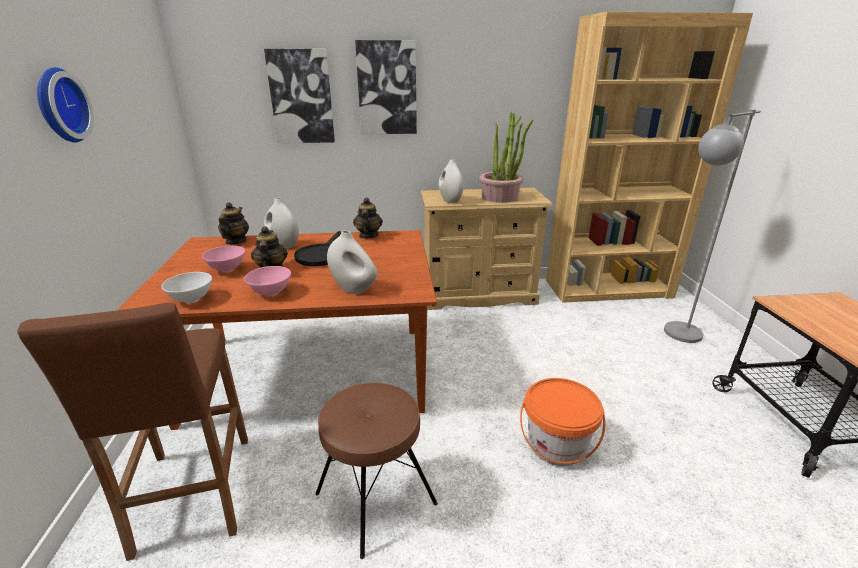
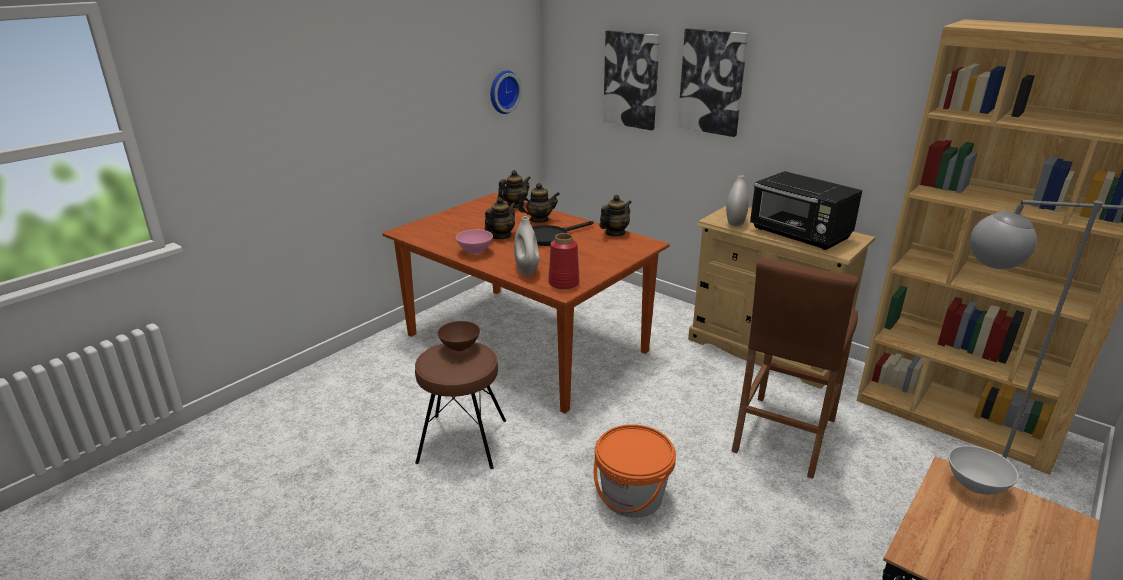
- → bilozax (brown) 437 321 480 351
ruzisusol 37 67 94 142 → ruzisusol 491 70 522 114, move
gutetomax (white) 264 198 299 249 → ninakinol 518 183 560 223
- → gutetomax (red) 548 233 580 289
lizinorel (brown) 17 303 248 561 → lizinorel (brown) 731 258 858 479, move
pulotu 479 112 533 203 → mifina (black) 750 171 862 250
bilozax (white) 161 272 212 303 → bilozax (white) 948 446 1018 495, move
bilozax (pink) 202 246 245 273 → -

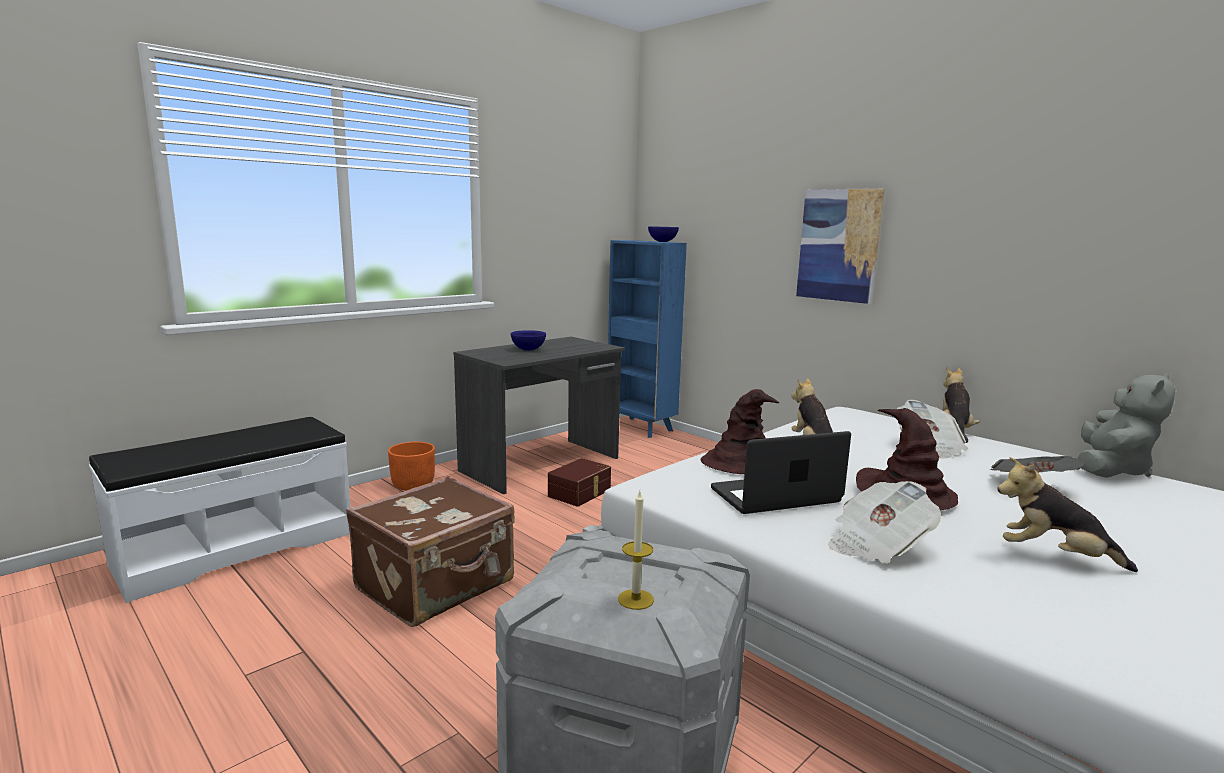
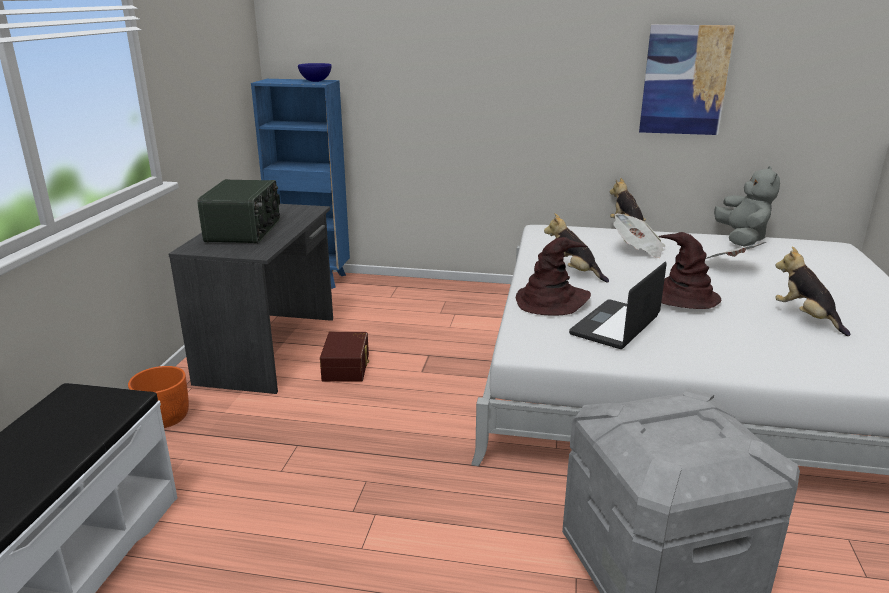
bilozax (blue) 511 330 546 351 → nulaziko 197 179 280 243
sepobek 796 189 885 304 → sepobek 639 25 735 135, move
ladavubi 997 457 1138 572 → ladavubi 775 246 850 336, 75 degrees clockwise
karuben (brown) 346 476 515 627 → -
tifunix 618 491 654 610 → -
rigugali 828 481 941 563 → -

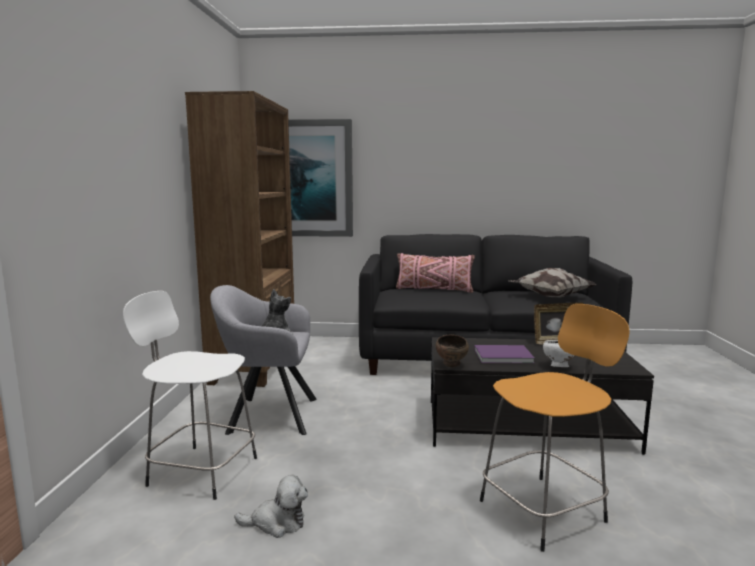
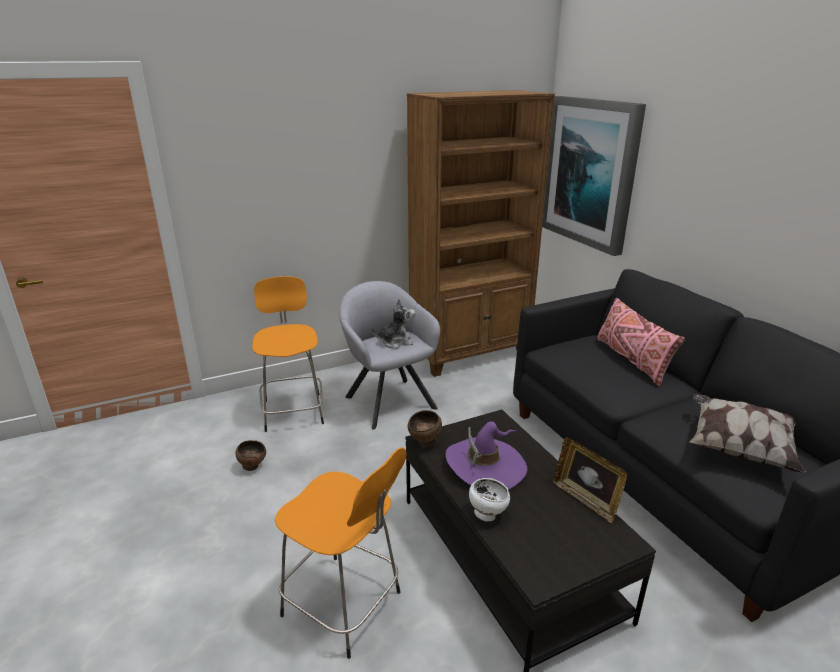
ladavubi 234 475 308 538 → bilozax (brown) 235 440 266 471
lizinorel (white) 123 291 257 500 → lizinorel (orange) 252 276 324 432
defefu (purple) 474 345 534 363 → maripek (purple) 446 421 527 490

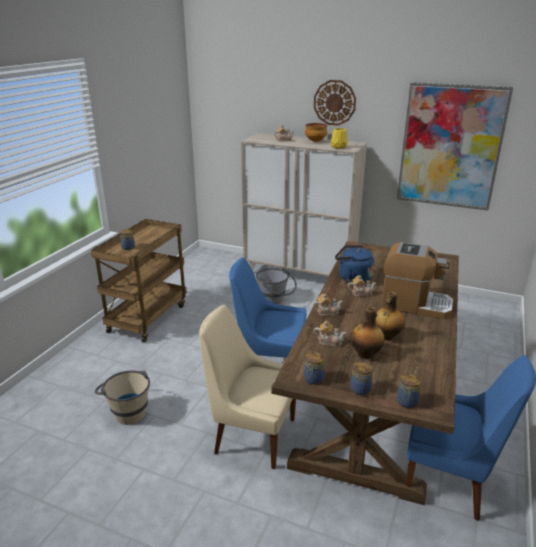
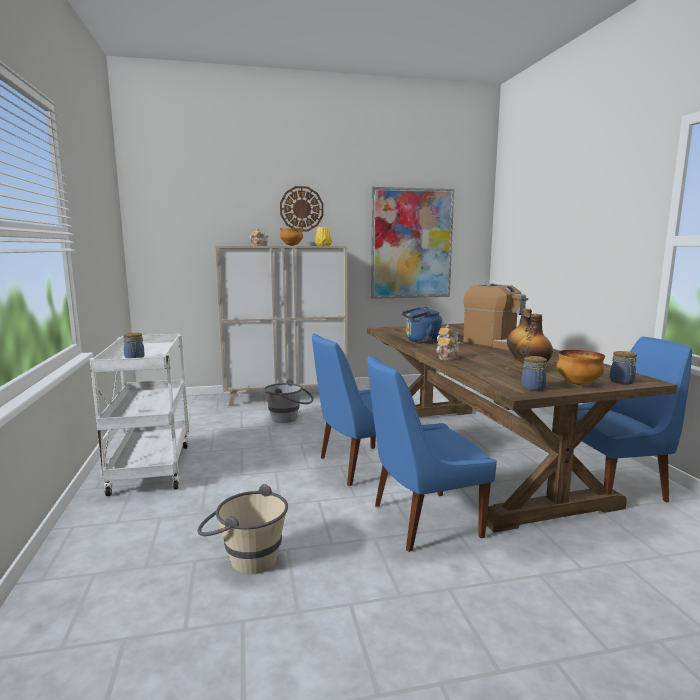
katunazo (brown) 91 219 187 342 → katunazo (white) 90 334 189 496
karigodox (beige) 199 305 296 469 → karigodox (blue) 367 355 497 552
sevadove 382 242 454 319 → sevadove 463 284 528 350, 60 degrees clockwise
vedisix 351 361 373 395 → bilozax 557 350 605 385
ninakinol 314 321 346 347 → -

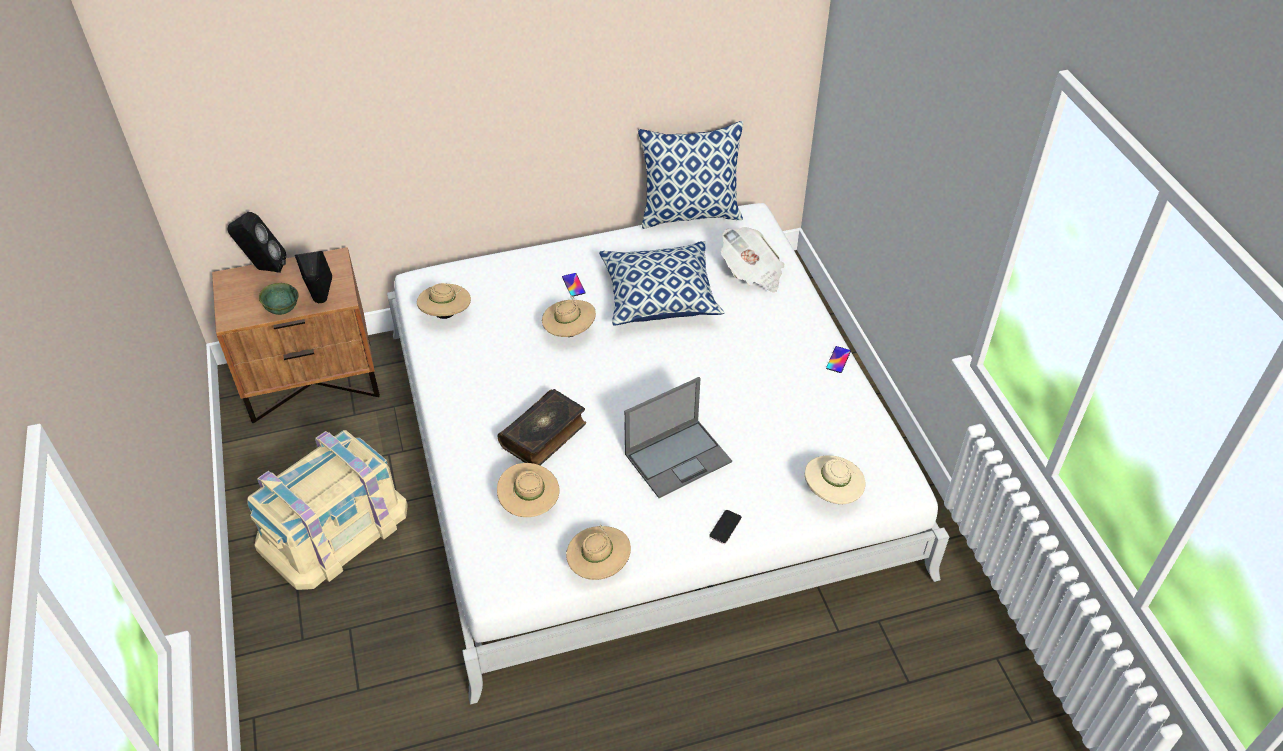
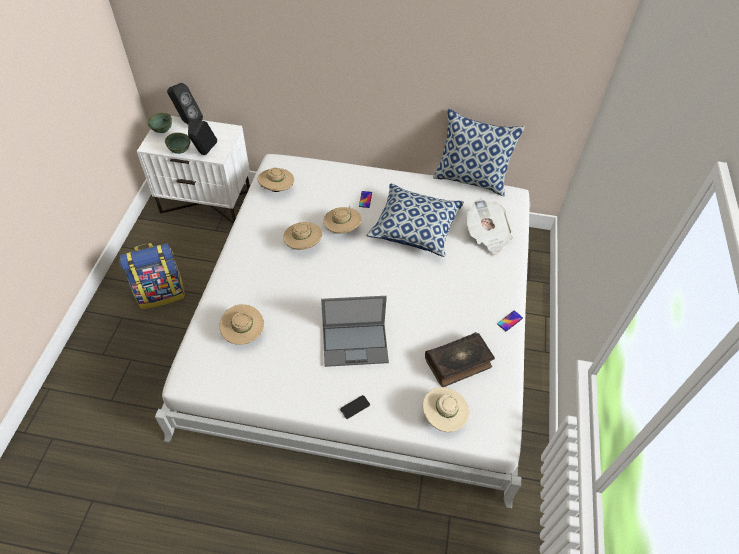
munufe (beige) 247 430 408 590 → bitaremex 119 243 185 309
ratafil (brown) 212 247 380 424 → ratafil (white) 137 116 250 224
- → bilozax (green) 148 113 172 133
maripek (beige) 566 525 631 580 → maripek (beige) 283 221 322 250, move
defefu 498 389 586 466 → defefu 425 332 495 387, move

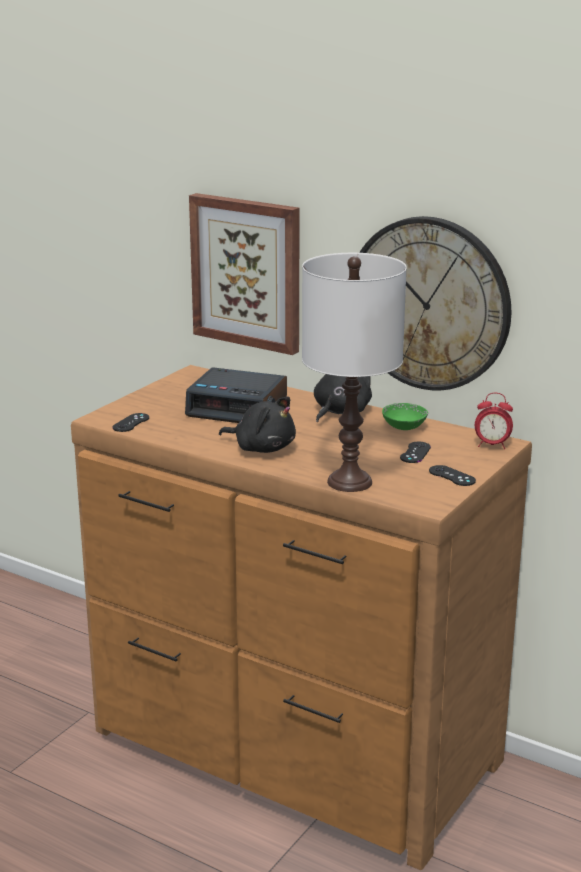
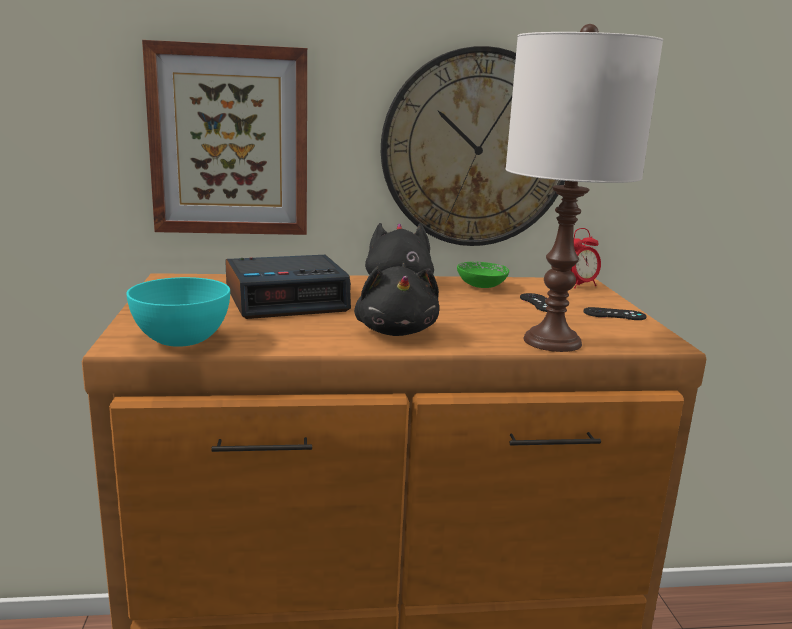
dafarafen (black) 112 413 149 432 → bilozax (turquoise) 127 277 230 347
ladavubi (black) 219 396 296 453 → ladavubi (black) 354 266 439 336, 90 degrees clockwise

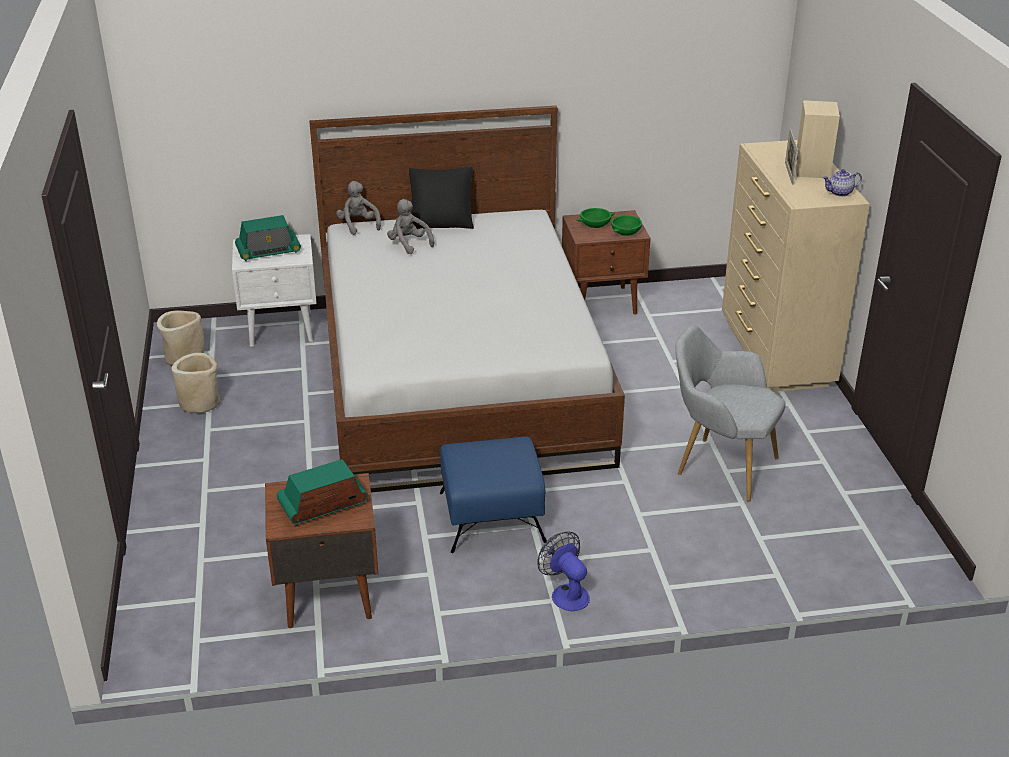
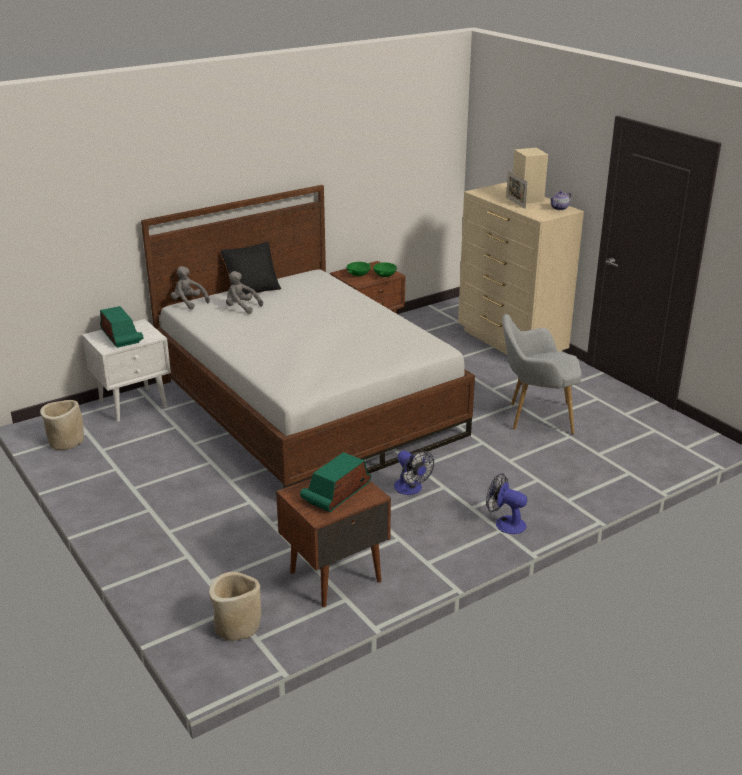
nulaziko 235 215 301 261 → nulaziko 100 306 143 348, 75 degrees counterclockwise
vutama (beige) 171 353 220 413 → vutama (beige) 209 572 261 641, move
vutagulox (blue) 440 437 547 553 → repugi 394 451 434 495

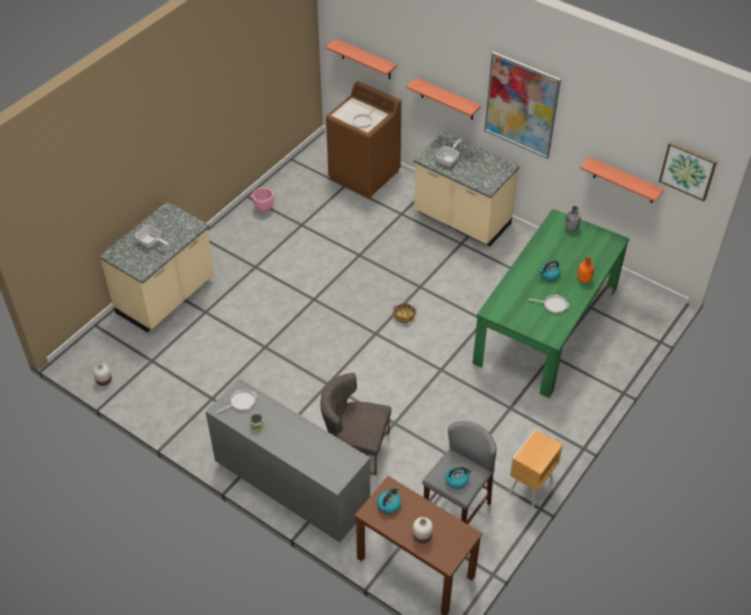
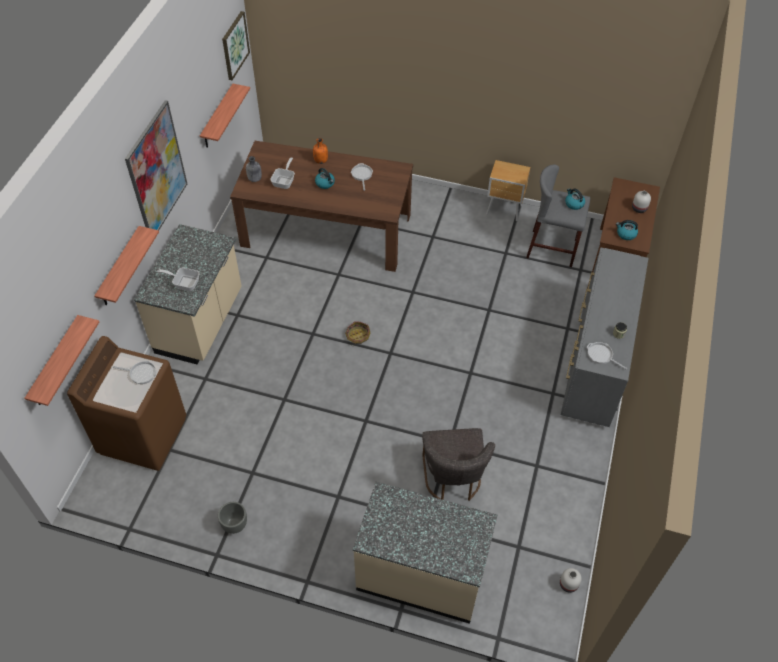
vutama (pink) 252 188 274 212 → vutama (grey) 218 502 247 534
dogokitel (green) 472 209 630 398 → dogokitel (brown) 230 141 413 272
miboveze 135 225 169 247 → miboveze 270 158 295 189, move
karigodox (grey) 320 373 391 475 → karigodox (grey) 422 428 495 501, move

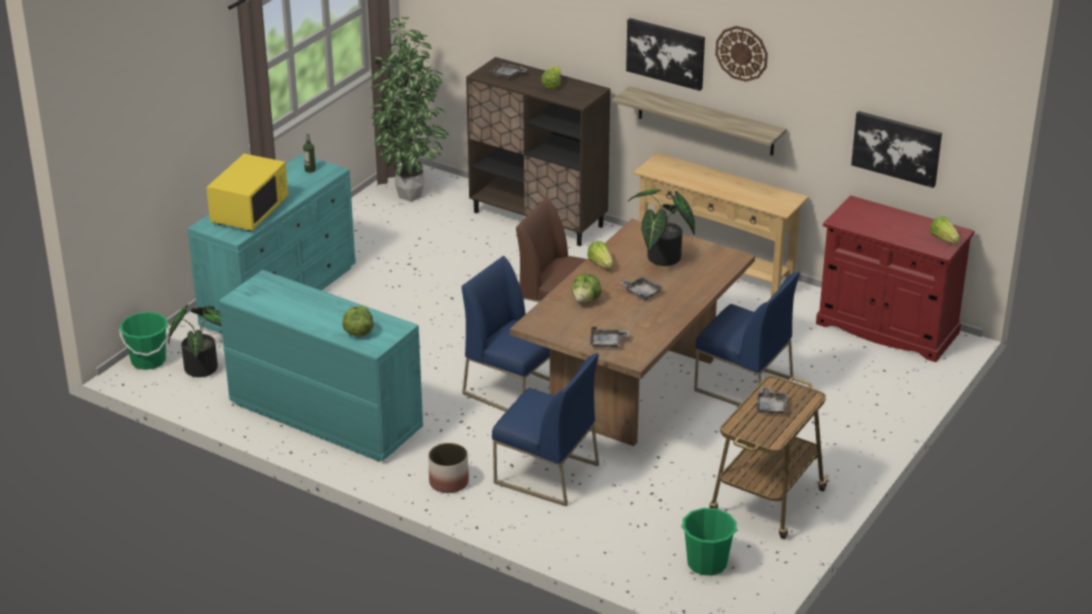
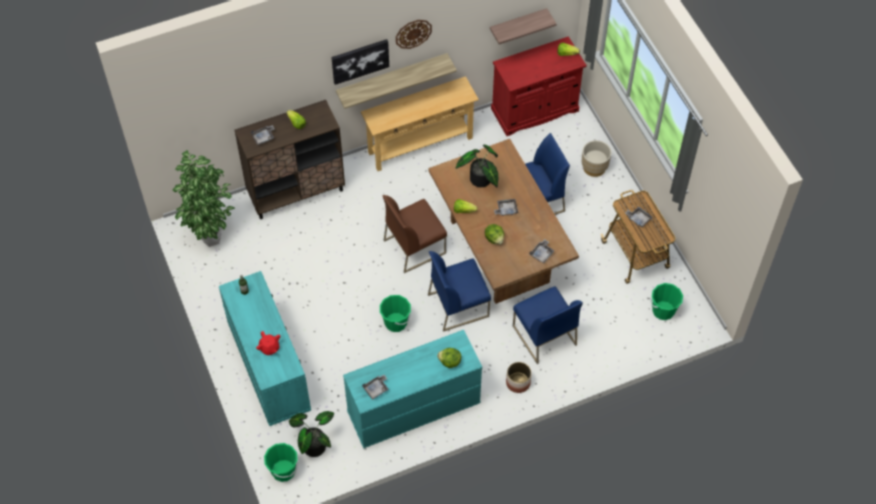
mifina (yellow) 206 154 288 231 → ninakinol (red) 256 331 281 355
- → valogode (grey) 362 375 389 400
- → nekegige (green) 380 295 411 332
sepobek 851 111 942 188 → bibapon 490 8 557 44
karigodox (blue) 492 353 599 506 → karigodox (blue) 513 286 583 364, 90 degrees clockwise
- → vutama (beige) 582 140 611 177

